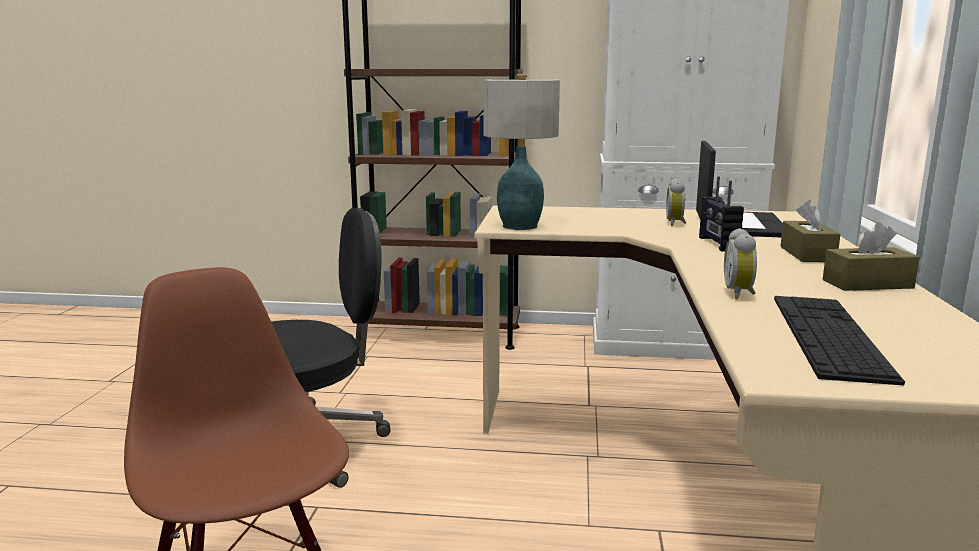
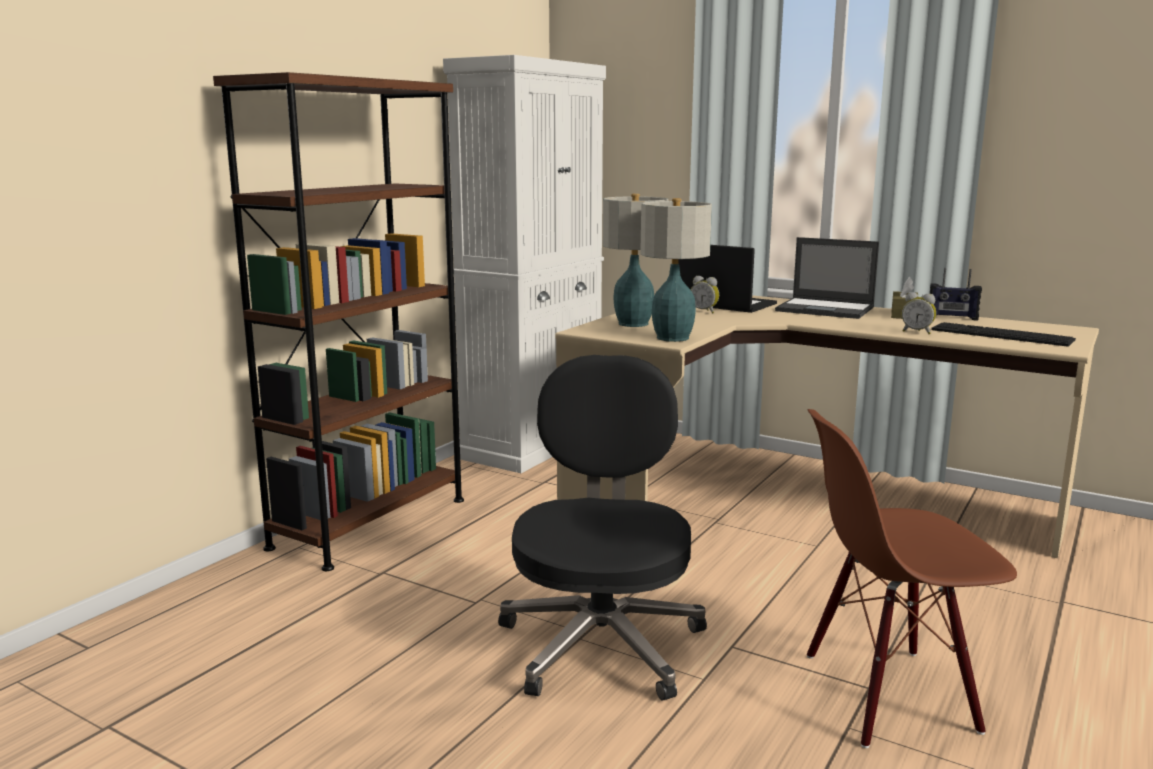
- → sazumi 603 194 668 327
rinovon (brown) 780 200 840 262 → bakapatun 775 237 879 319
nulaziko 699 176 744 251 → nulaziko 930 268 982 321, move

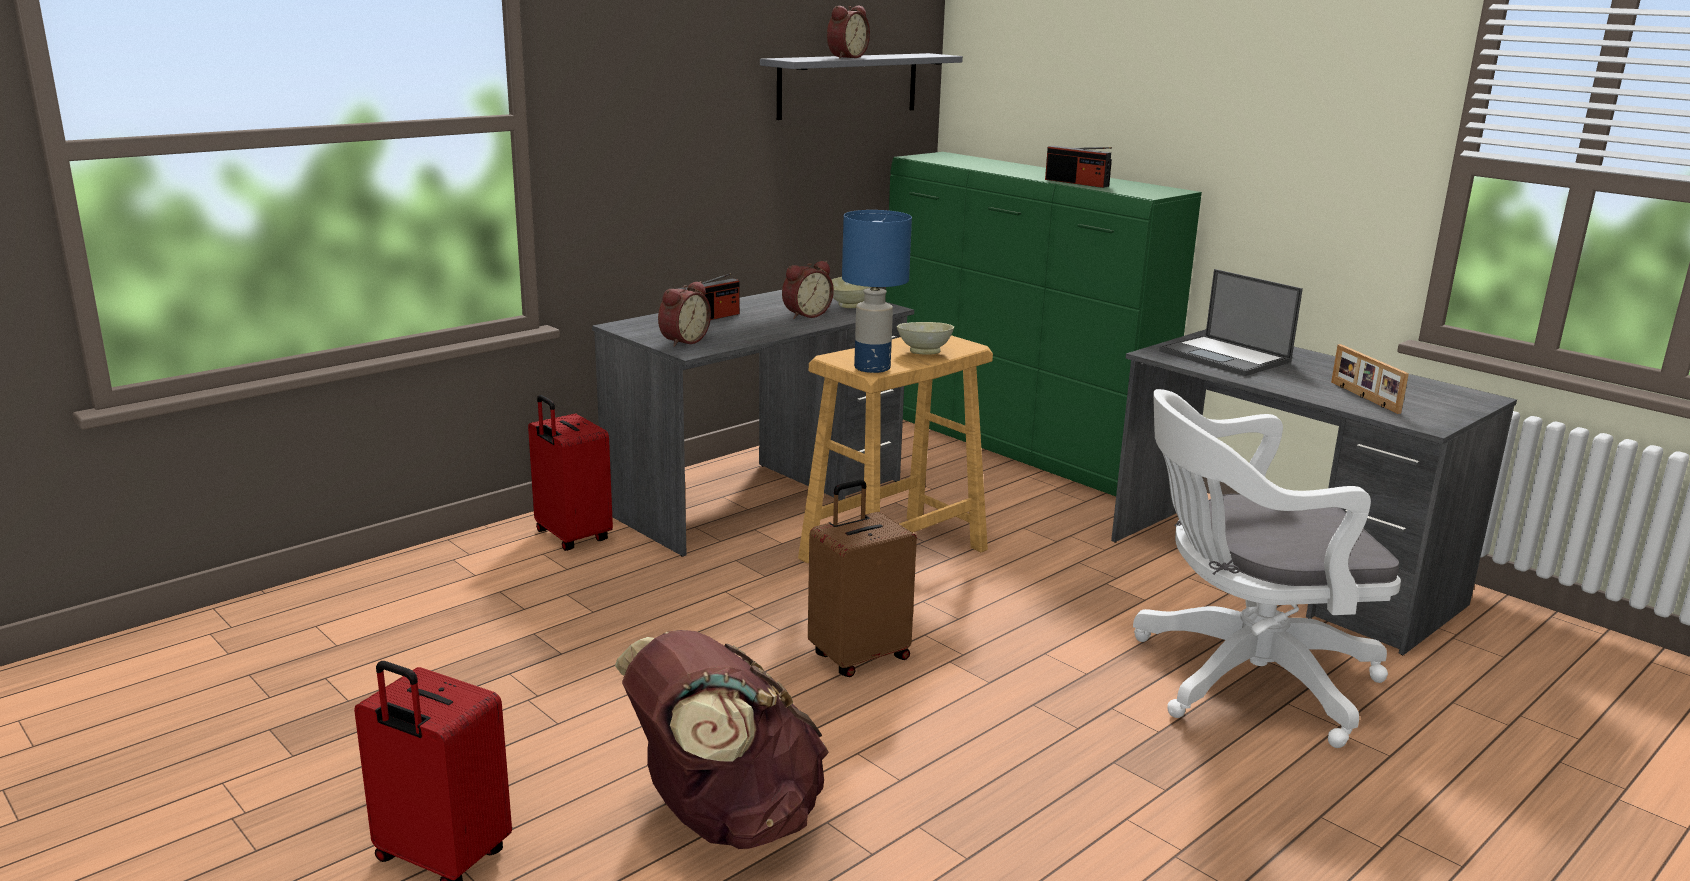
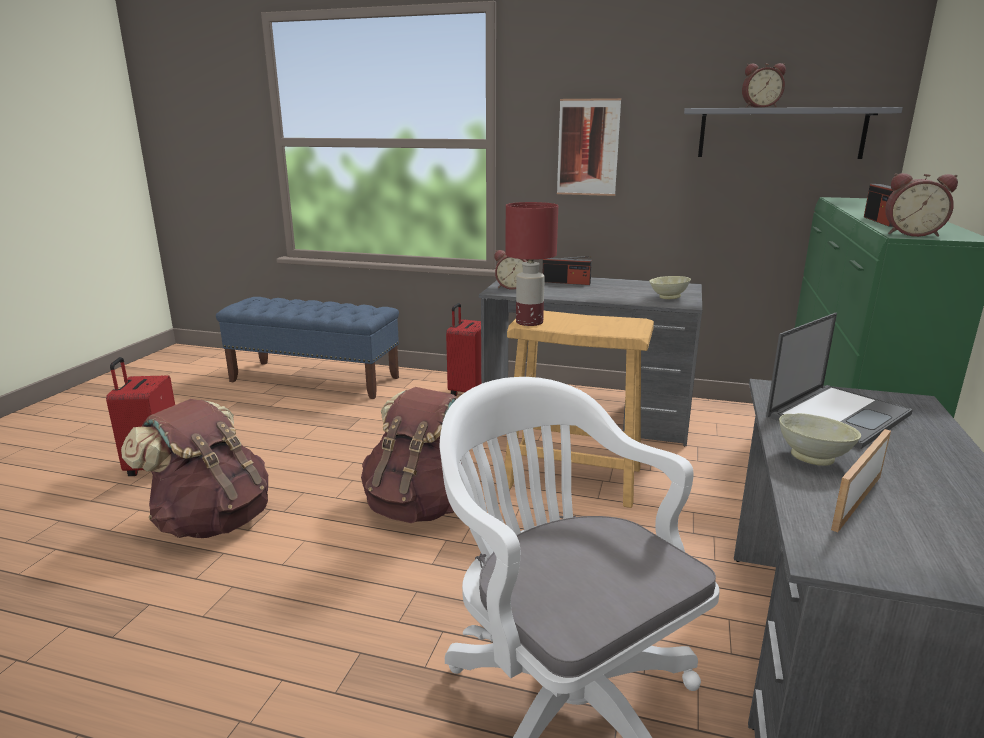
- → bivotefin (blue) 216 297 399 399
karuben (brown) 808 480 917 677 → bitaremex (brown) 361 387 462 523
sazumi (blue) 842 210 912 373 → sazumi (red) 505 202 558 326
- → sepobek 557 98 621 196
bakapatun 1159 269 1303 376 → bakapatun 766 313 913 449, 150 degrees counterclockwise
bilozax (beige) 897 322 954 355 → bilozax (beige) 779 413 861 466, move
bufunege 782 261 834 319 → bufunege 885 173 958 237, move

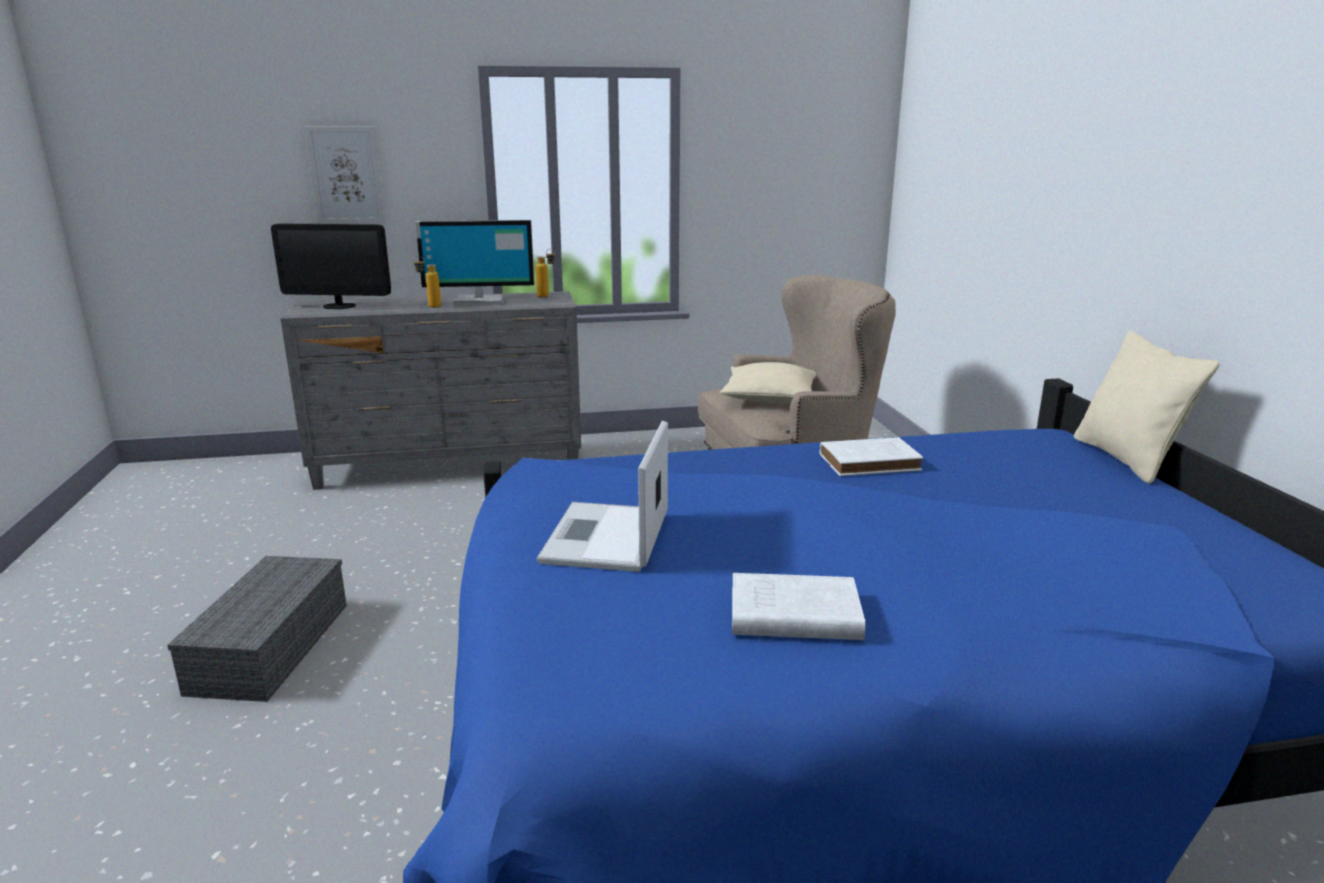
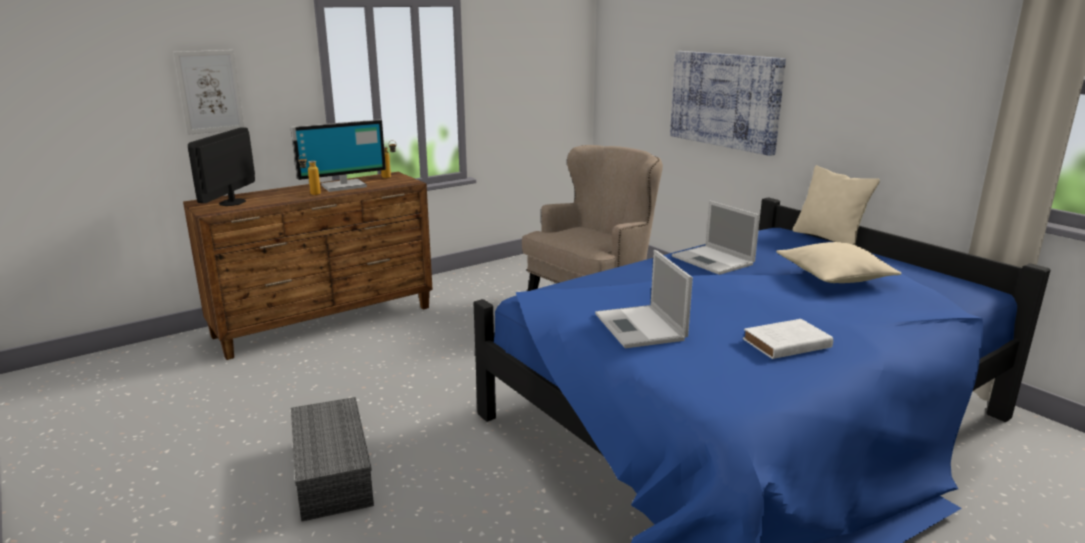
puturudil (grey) 280 291 581 490 → puturudil (brown) 183 172 433 360
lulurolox 271 224 391 309 → lulurolox 188 127 255 206, 120 degrees clockwise
- → sepobek 670 51 786 156
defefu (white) 820 437 923 476 → bakapatun 672 201 760 275
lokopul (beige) 720 362 816 404 → lokopul (beige) 776 242 902 283, move

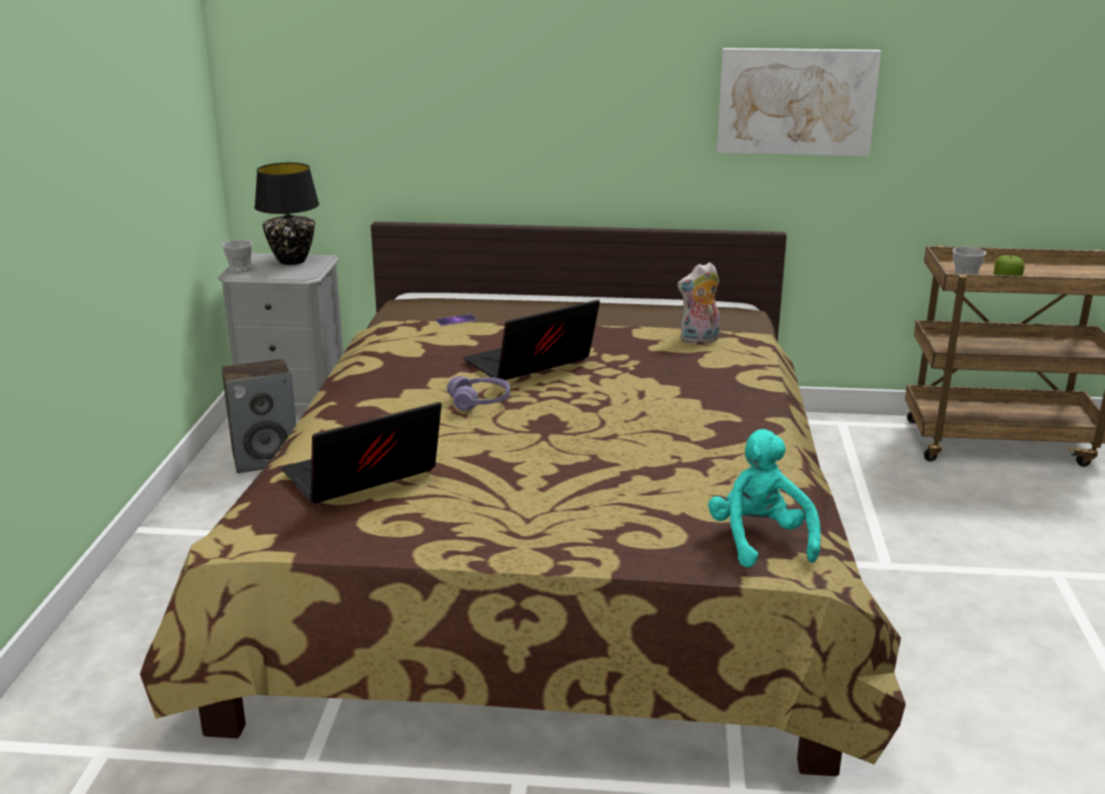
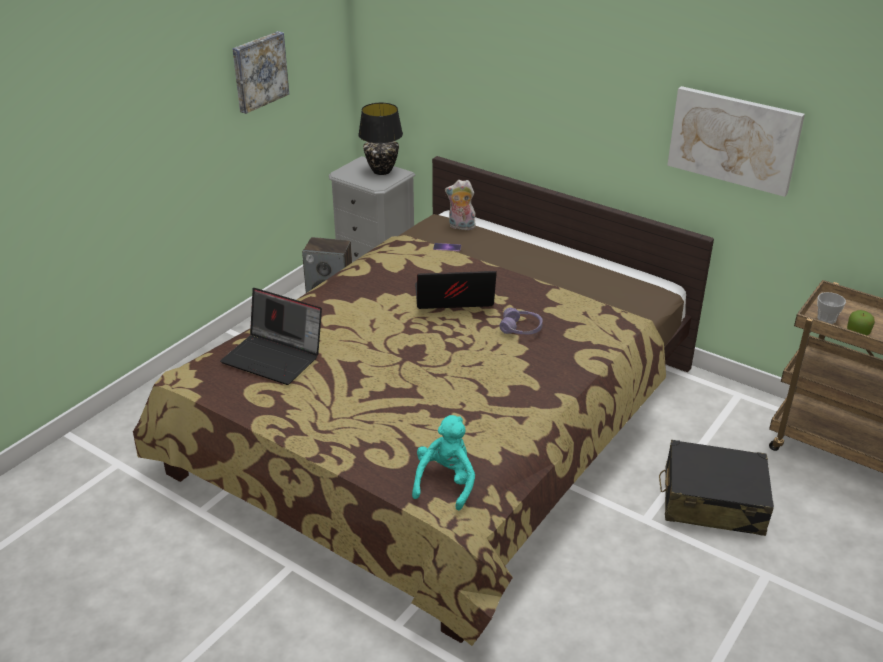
bakapatun 281 402 442 504 → bakapatun 220 288 322 385, 150 degrees counterclockwise
- → sepobek 232 31 289 114
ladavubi 677 262 720 344 → ladavubi 445 180 476 230, move
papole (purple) 447 376 510 411 → papole (purple) 499 308 543 334, move
- → karuben (black) 659 440 774 536
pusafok 222 240 253 272 → -

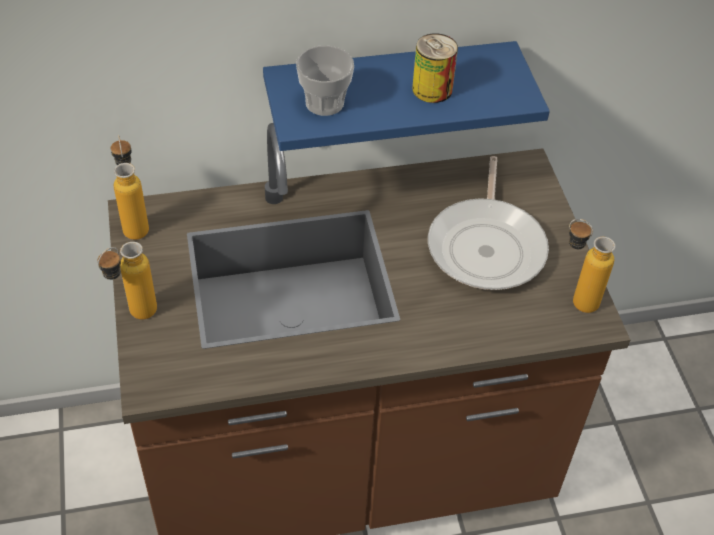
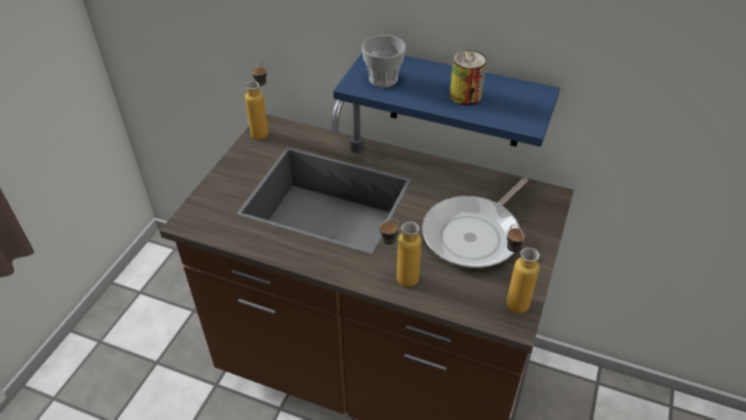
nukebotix 98 242 157 319 → nukebotix 379 219 422 287, move

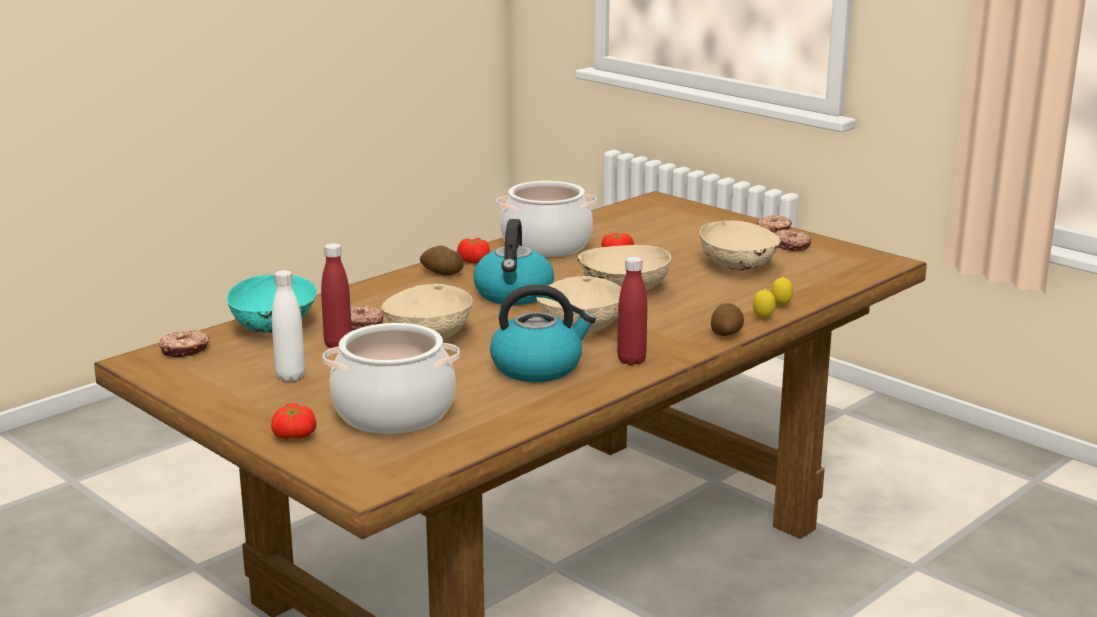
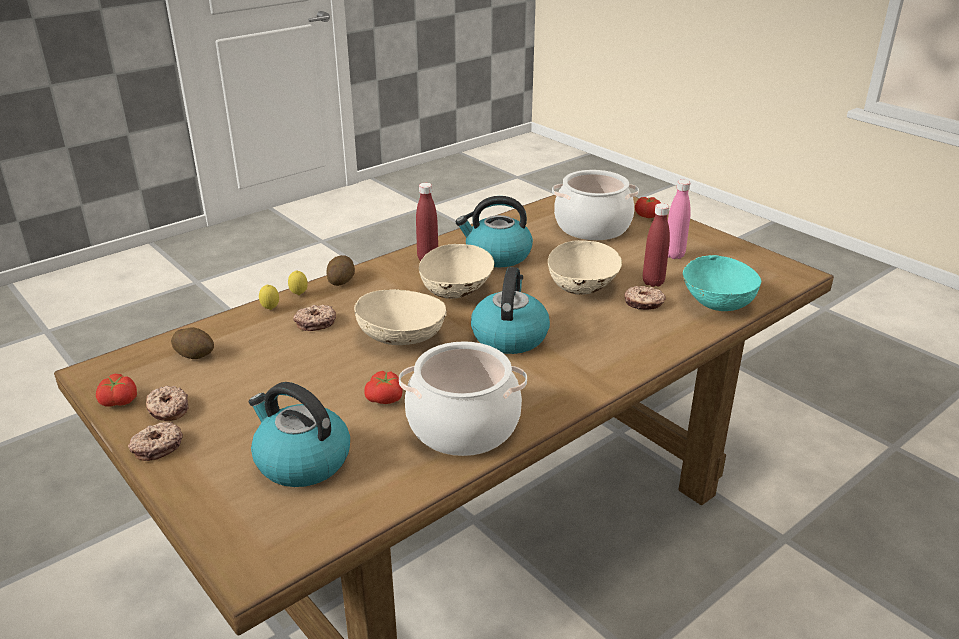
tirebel 457 238 490 263 → tirebel 96 374 137 407, move
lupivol 420 246 464 276 → lupivol 171 327 214 359, move
- → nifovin 249 382 350 487
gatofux 159 329 210 357 → gatofux 293 305 336 331, move
nukebotix (white) 272 270 305 382 → nukebotix (pink) 668 180 691 259
bilozax (beige) 700 220 781 271 → -

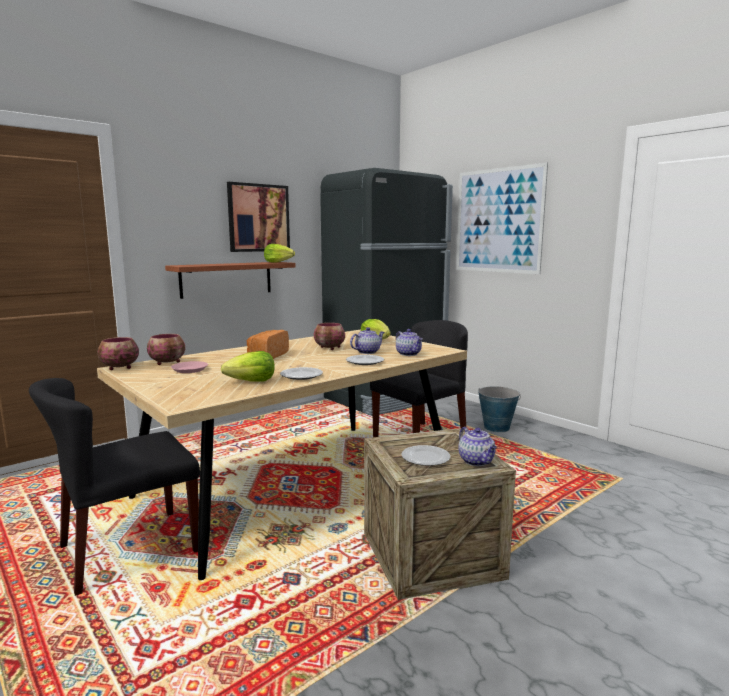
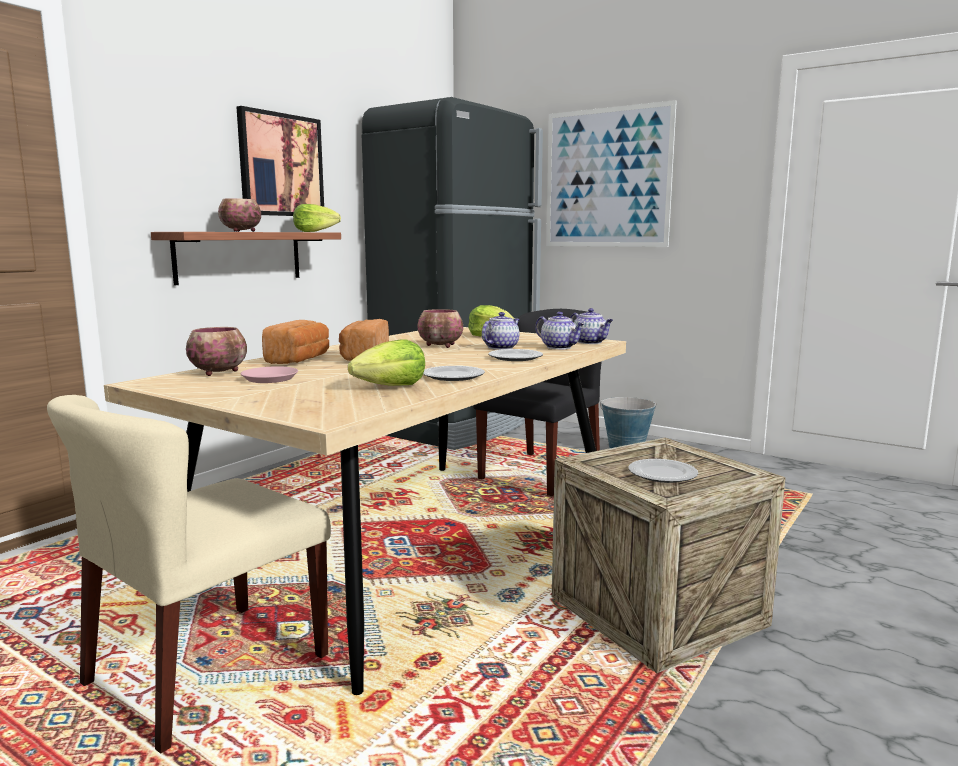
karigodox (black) 29 378 200 596 → karigodox (beige) 47 395 331 753
bilozax 98 337 139 370 → bilozax 218 198 261 232, move
- → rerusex 262 320 329 364
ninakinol 458 427 497 466 → ninakinol 570 308 613 344, move

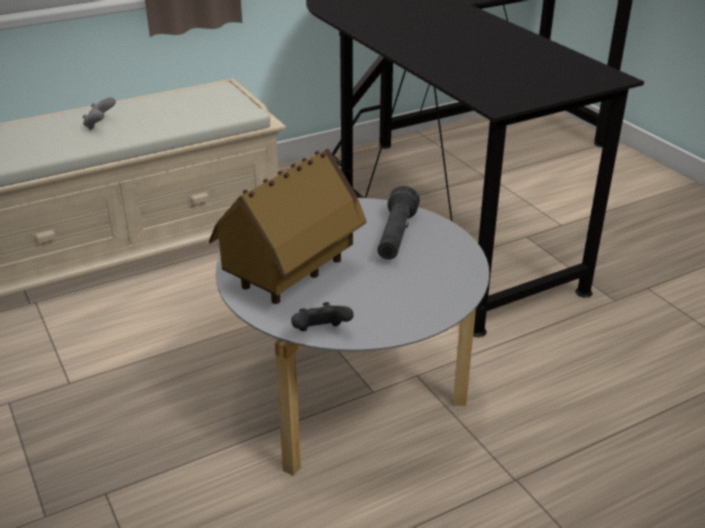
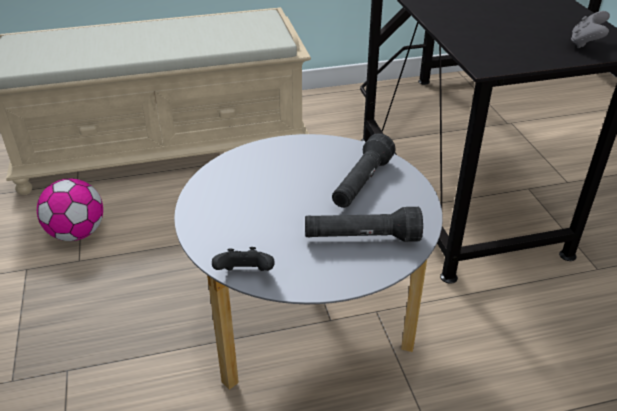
- → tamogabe 37 178 103 241
- → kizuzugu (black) 305 207 423 242
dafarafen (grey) 82 97 116 130 → dafarafen (grey) 571 11 610 48, move
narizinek 209 148 366 304 → -

